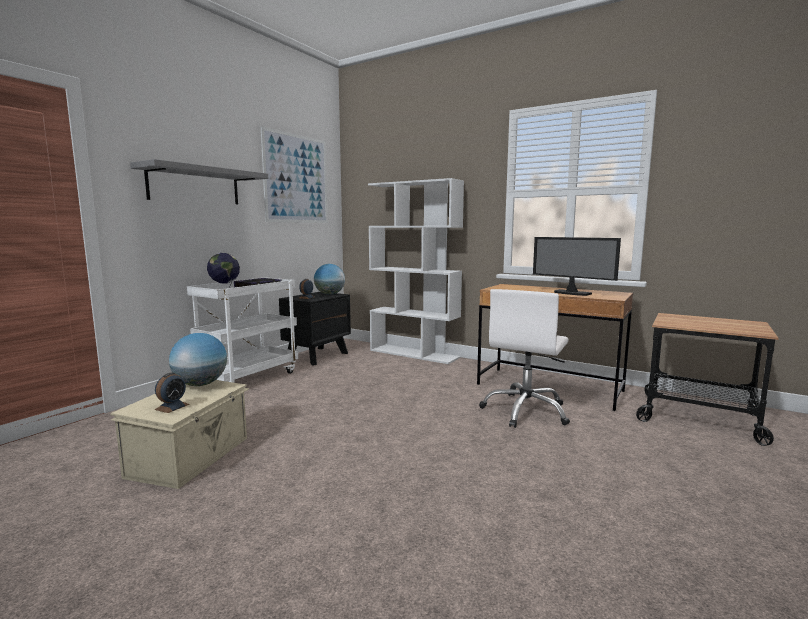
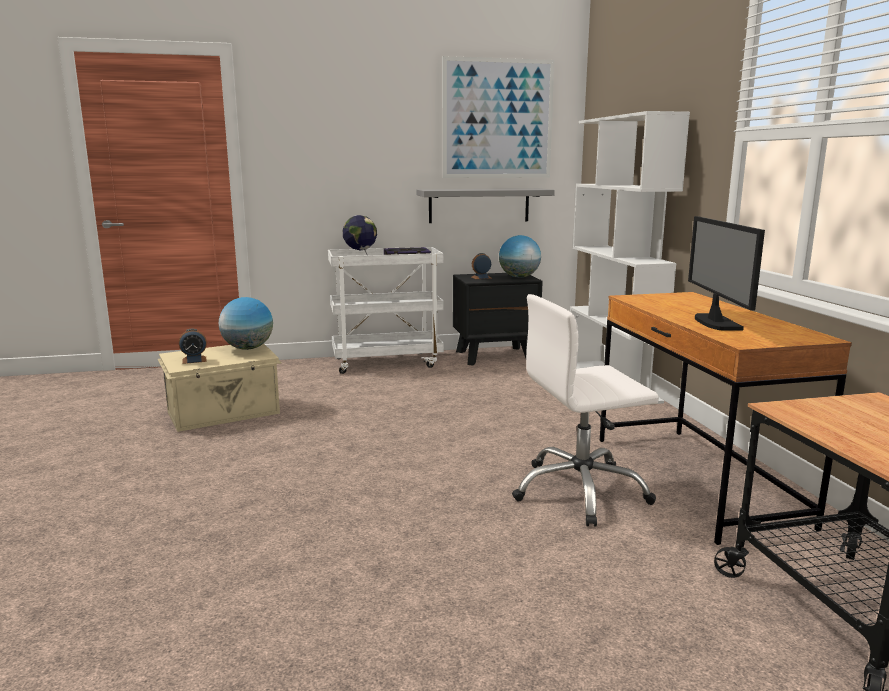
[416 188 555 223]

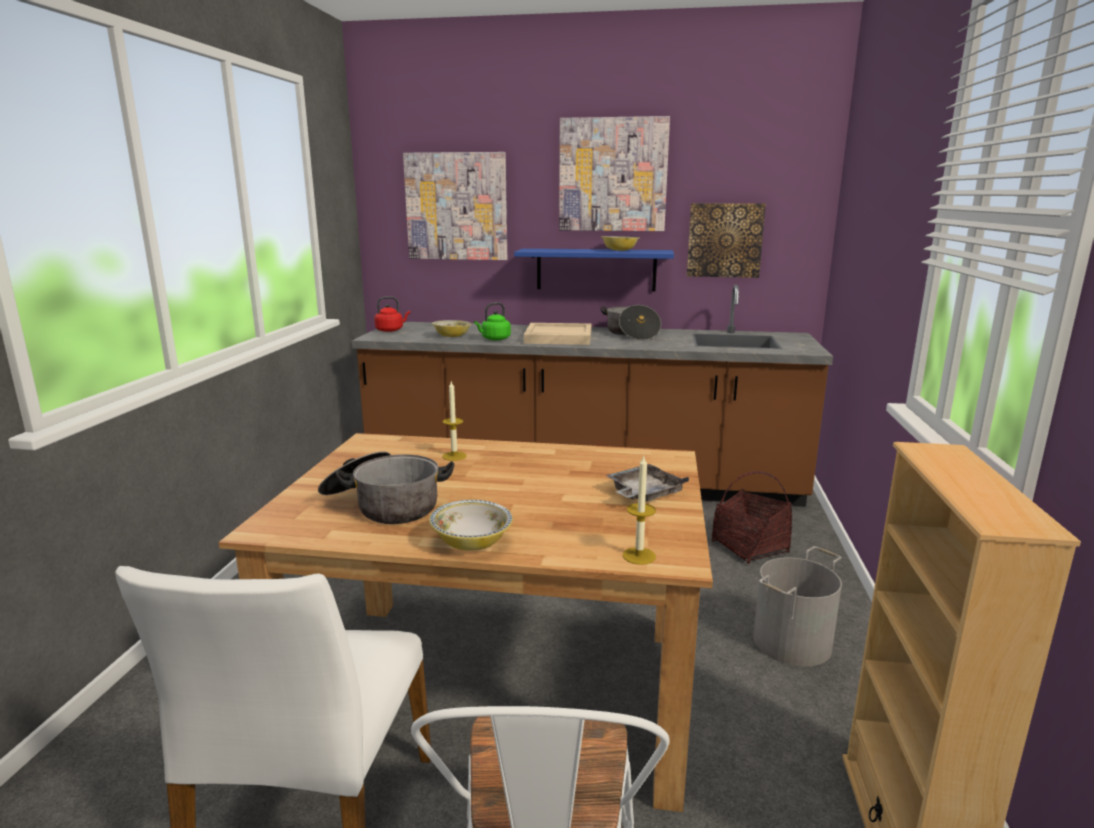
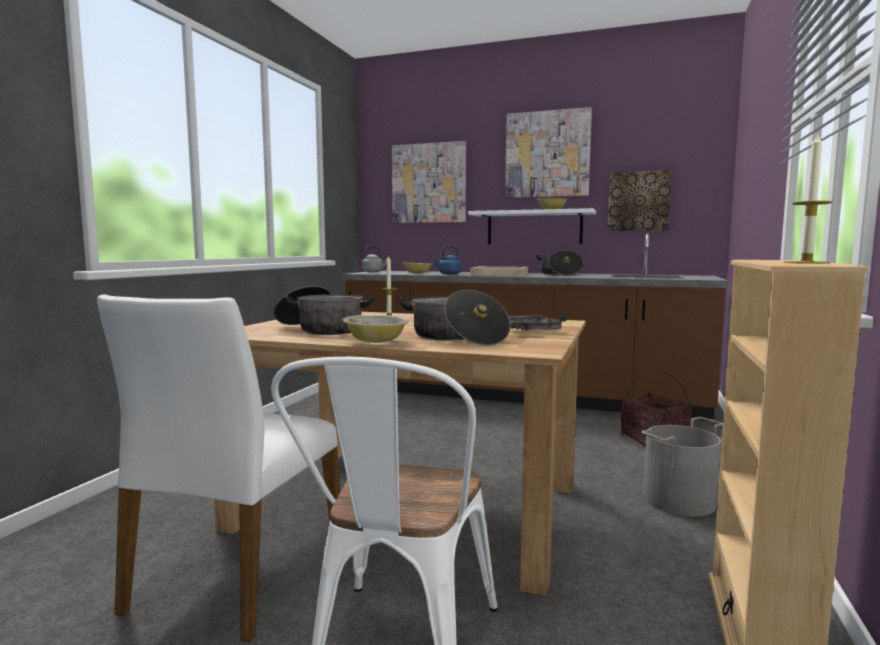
[468 208 596 244]
[362 246 388 272]
[433 246 462 275]
[784 134 832 264]
[399 290 511 346]

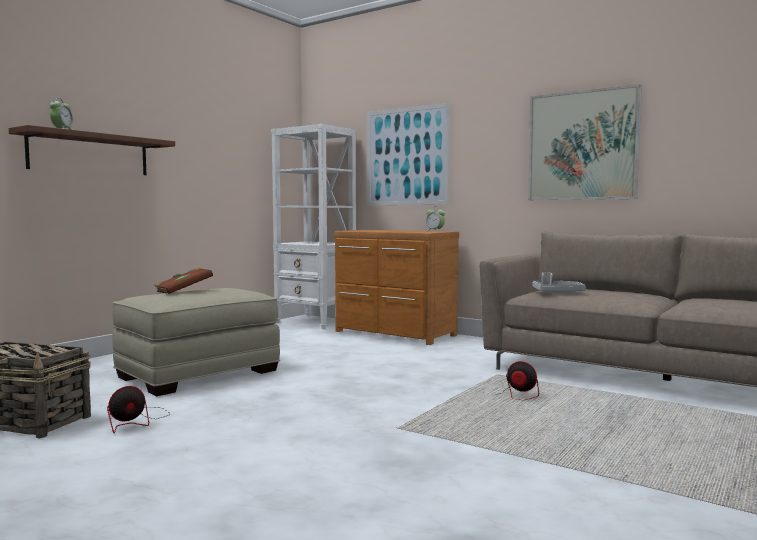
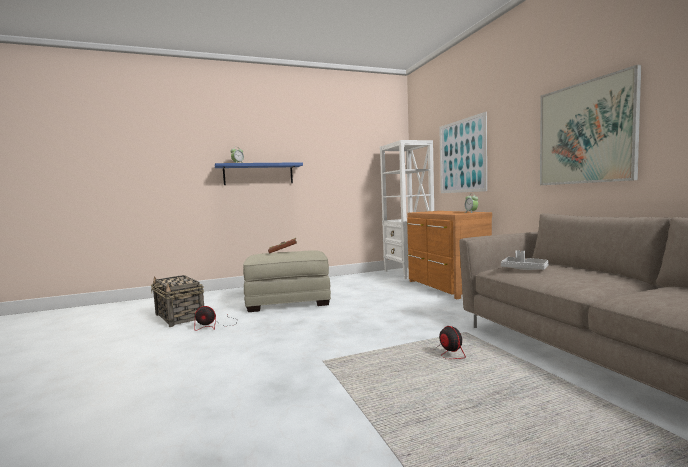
[215 162 303 185]

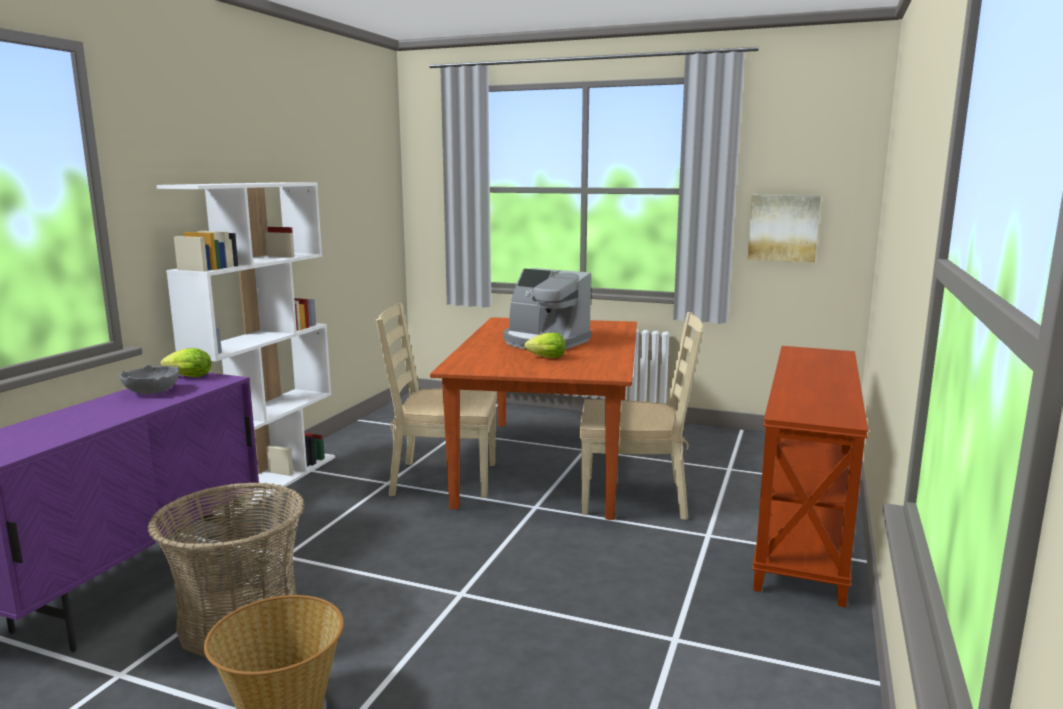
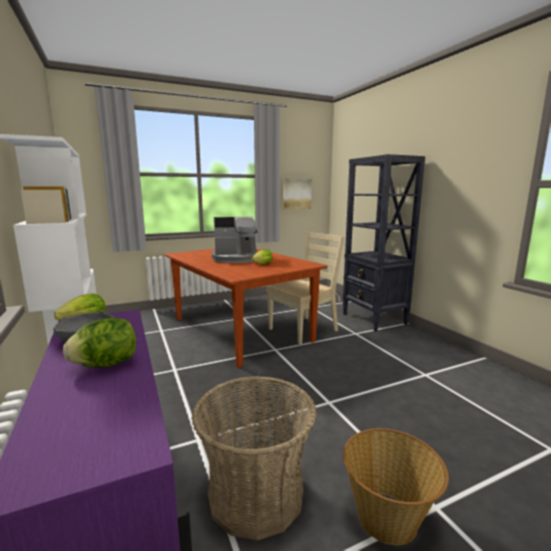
[376 303 497 498] (first image)
[343 154 425 331]
[63 318 136 368]

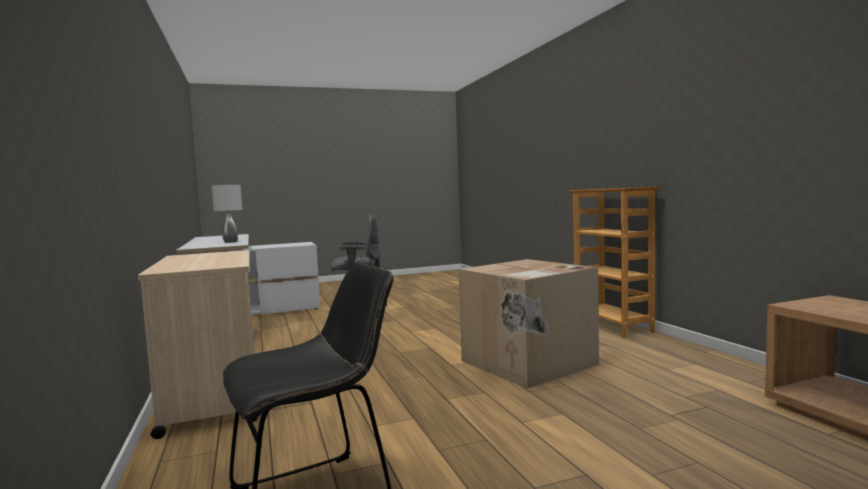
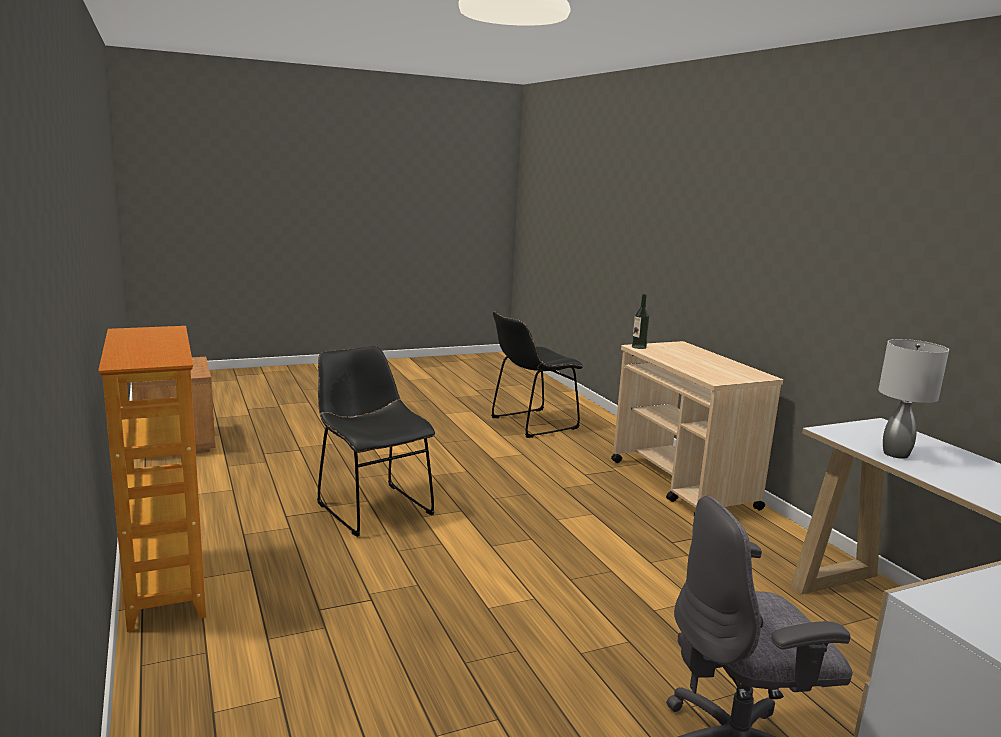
[317 346 435 537]
[632 294 650 349]

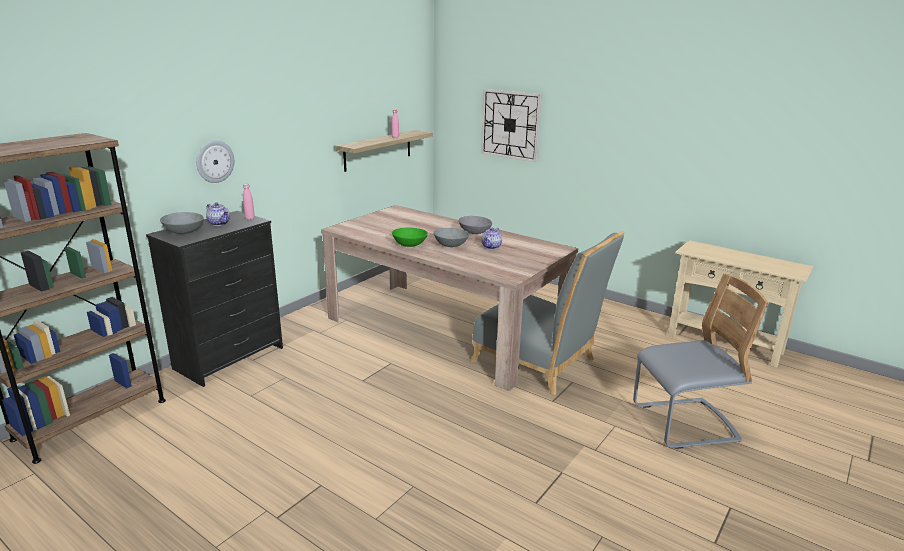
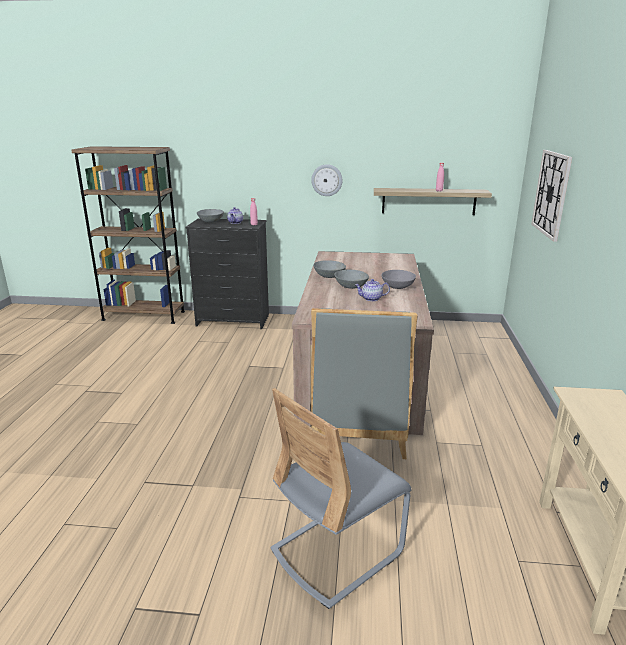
[311 164 343 196]
[313 260 346 278]
[271 388 411 609]

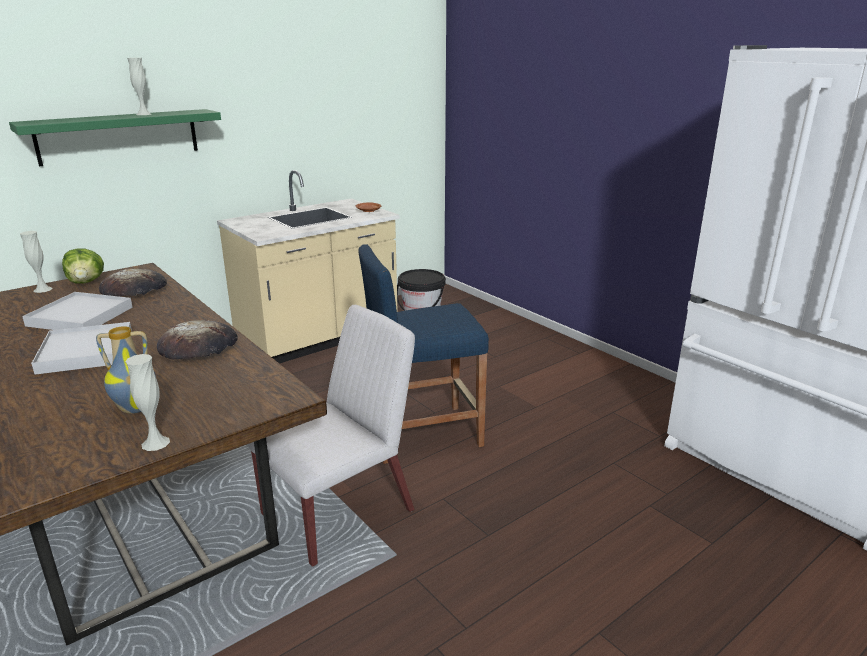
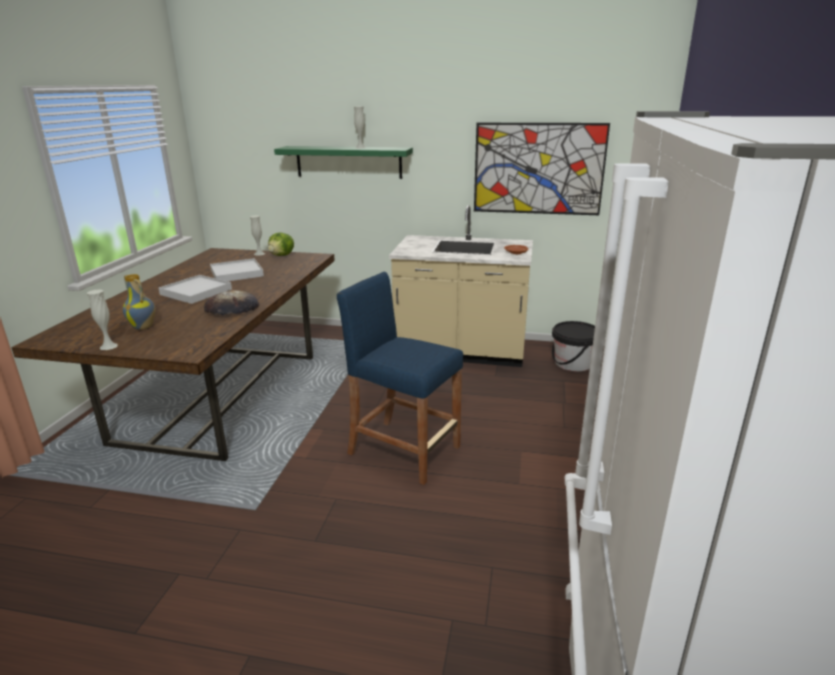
[99 269 167 297] (first image)
[247 305 415 567] (first image)
[474 123 610 215]

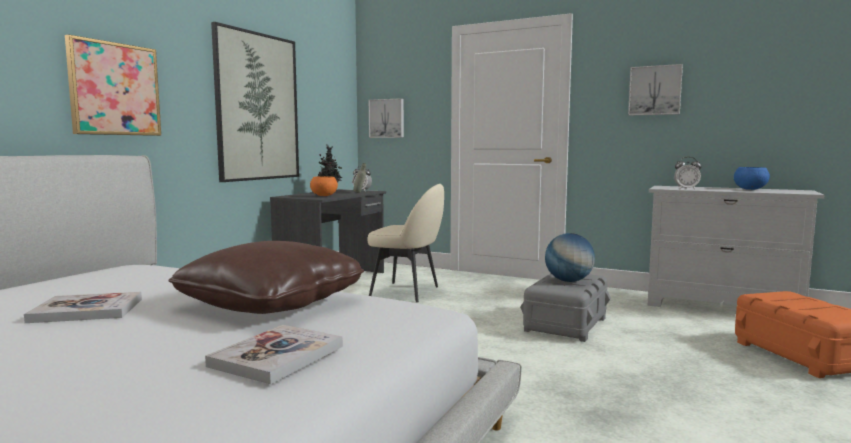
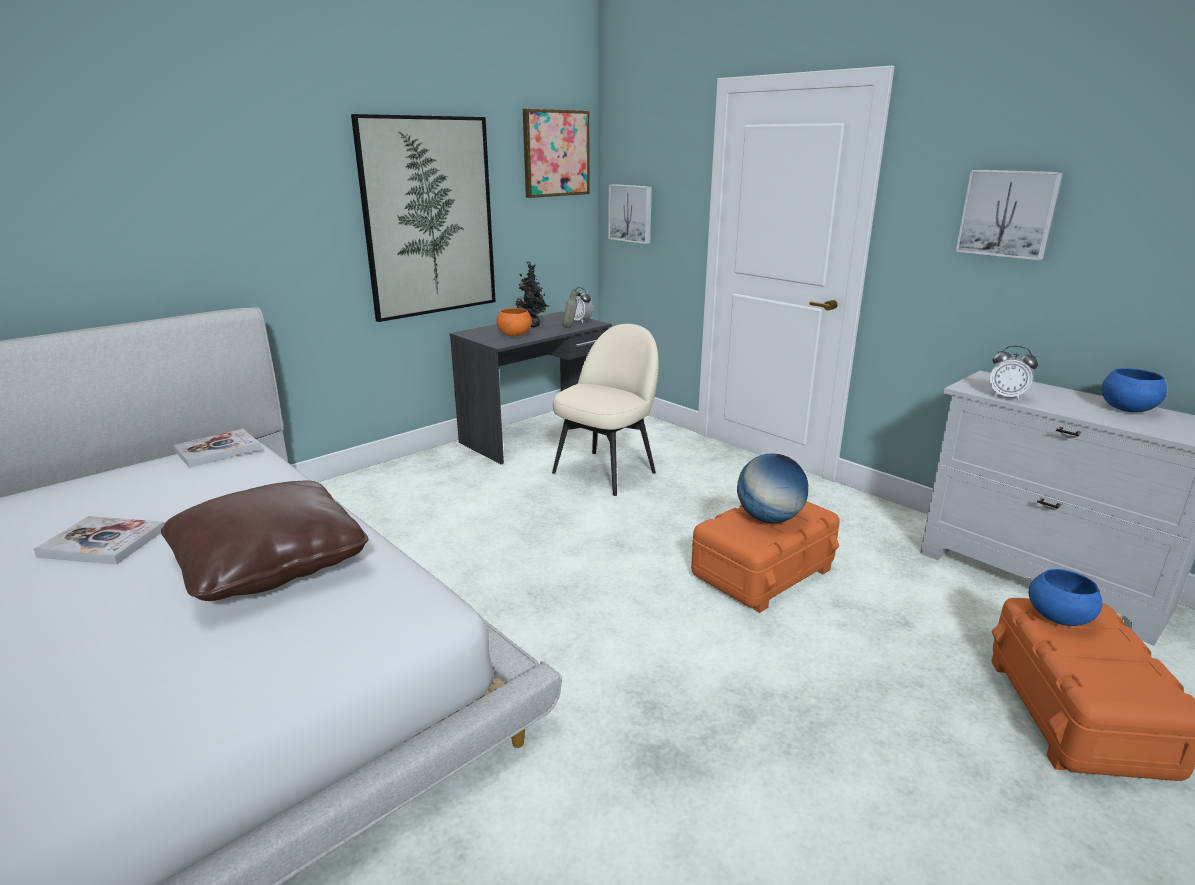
[523 109 590 198]
[552 324 659 496]
[691 501 840 613]
[173 429 261 468]
[1029 569 1102 626]

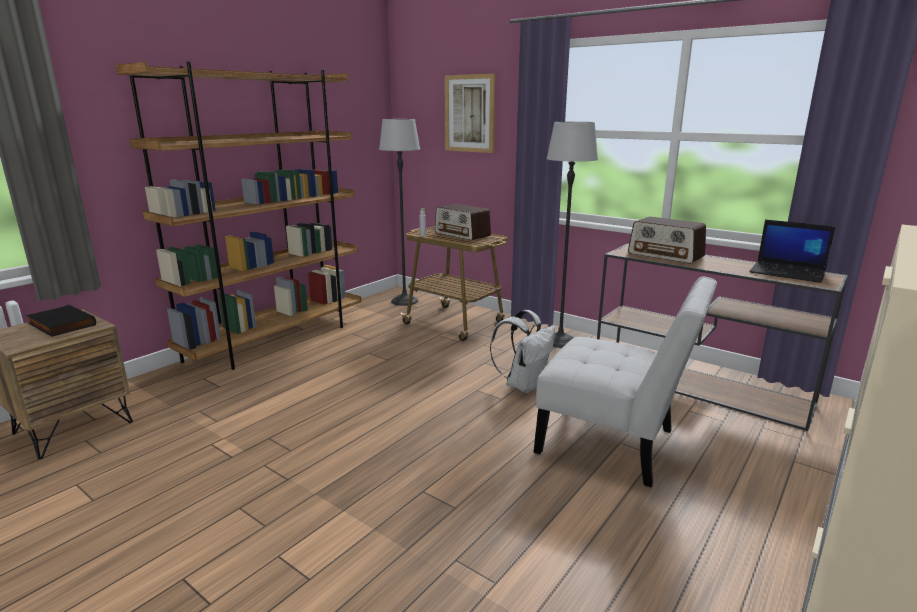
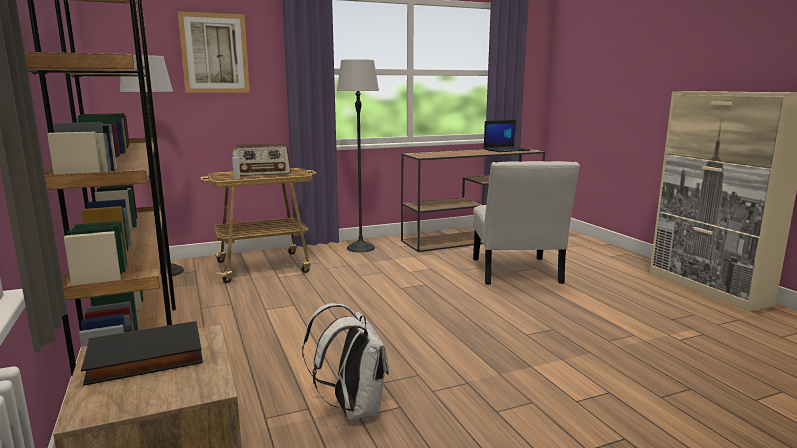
[628 217 706 264] (first image)
[473 161 580 285]
[302 303 389 420]

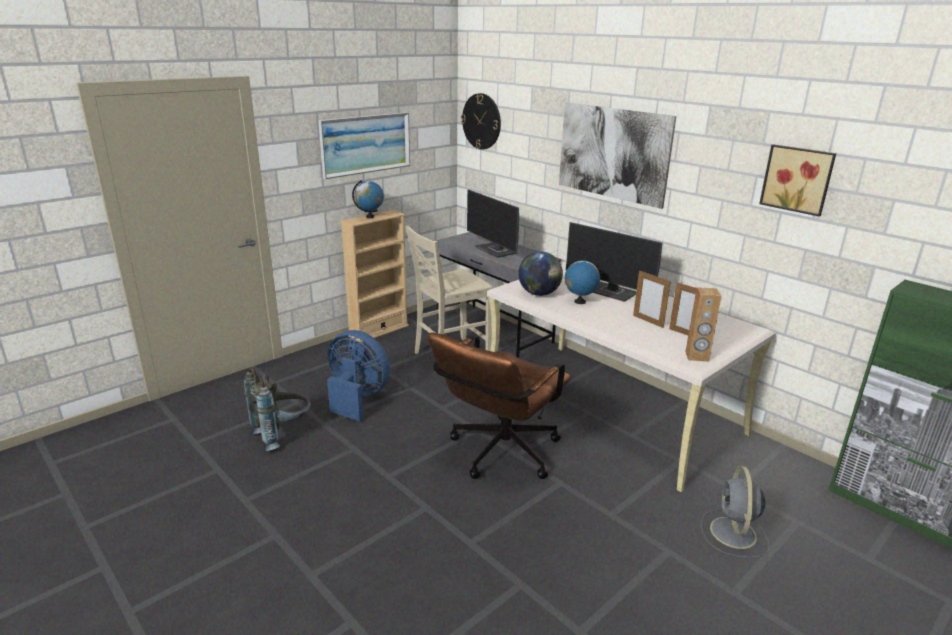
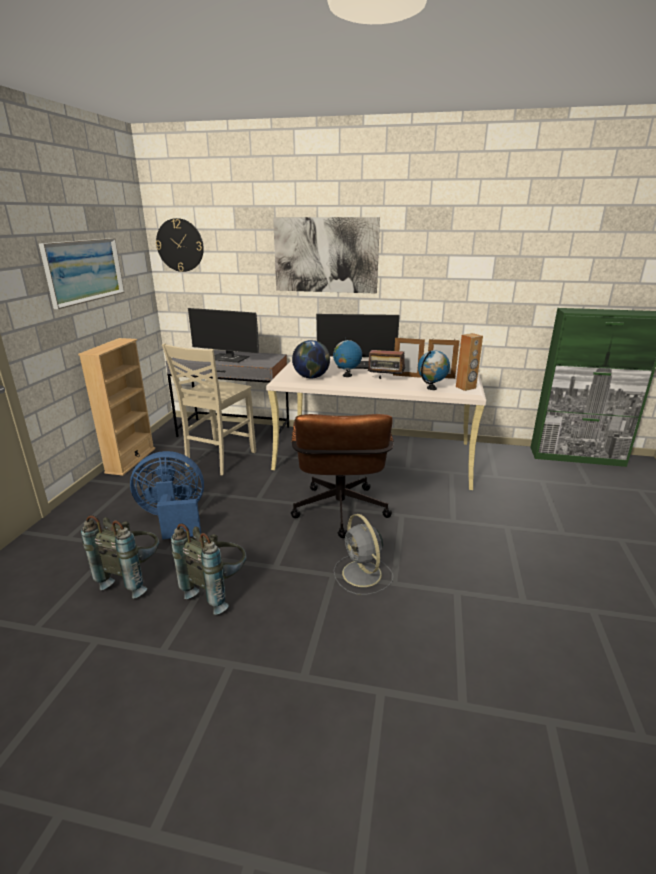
[759 144 836 216] (first image)
[418 350 450 390]
[334 514 393 595]
[368 350 405 379]
[171 523 247 615]

